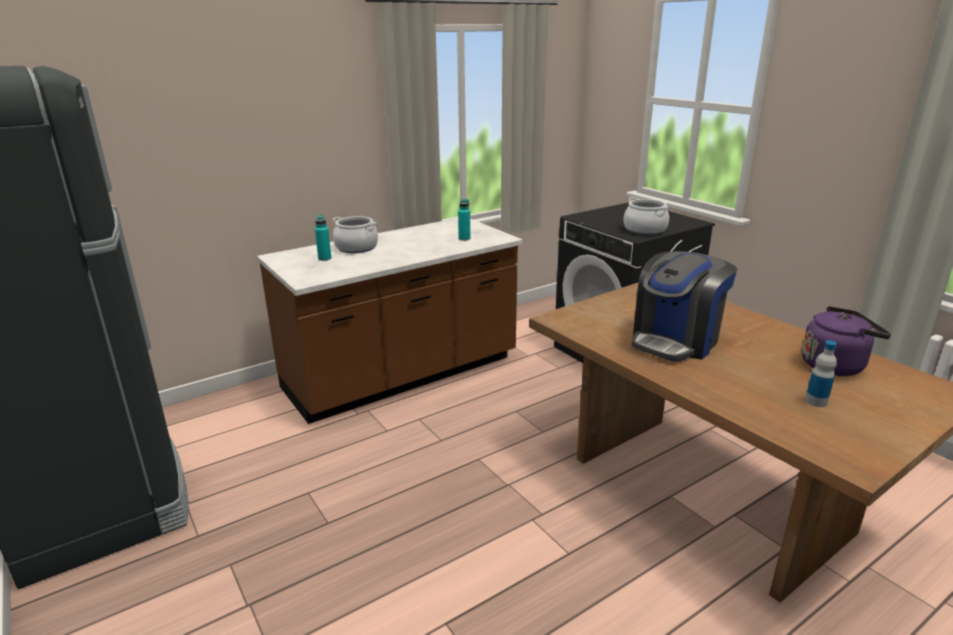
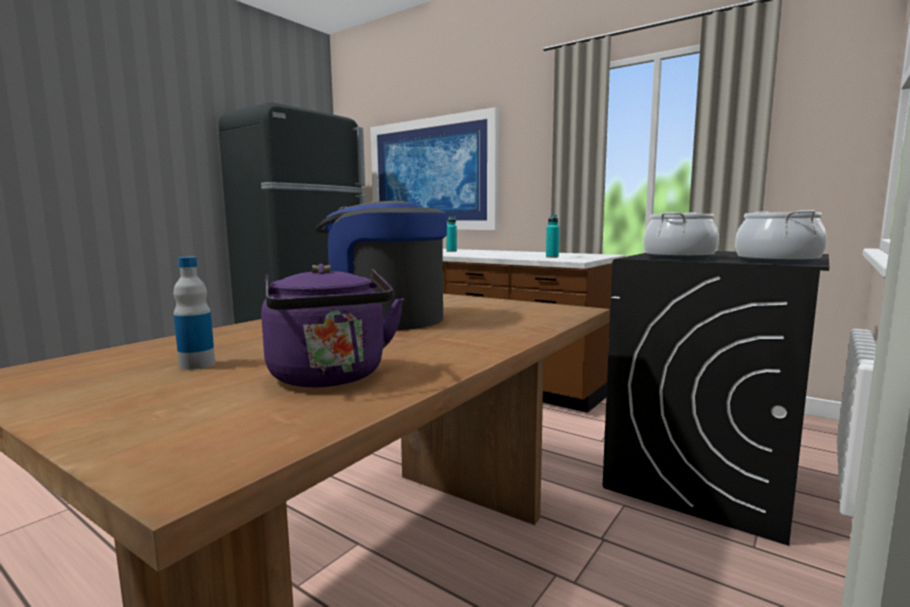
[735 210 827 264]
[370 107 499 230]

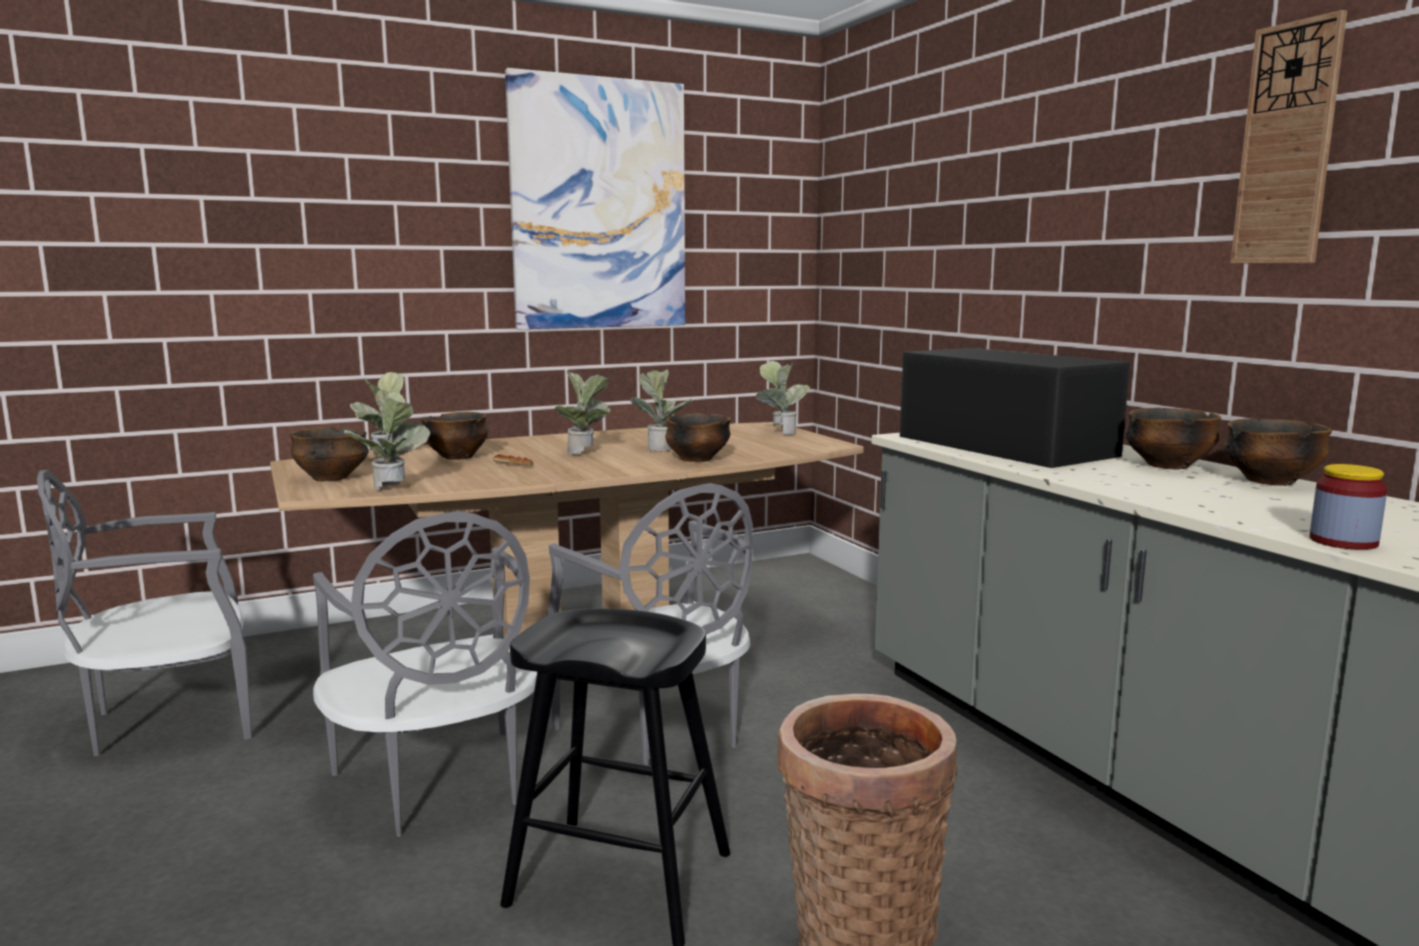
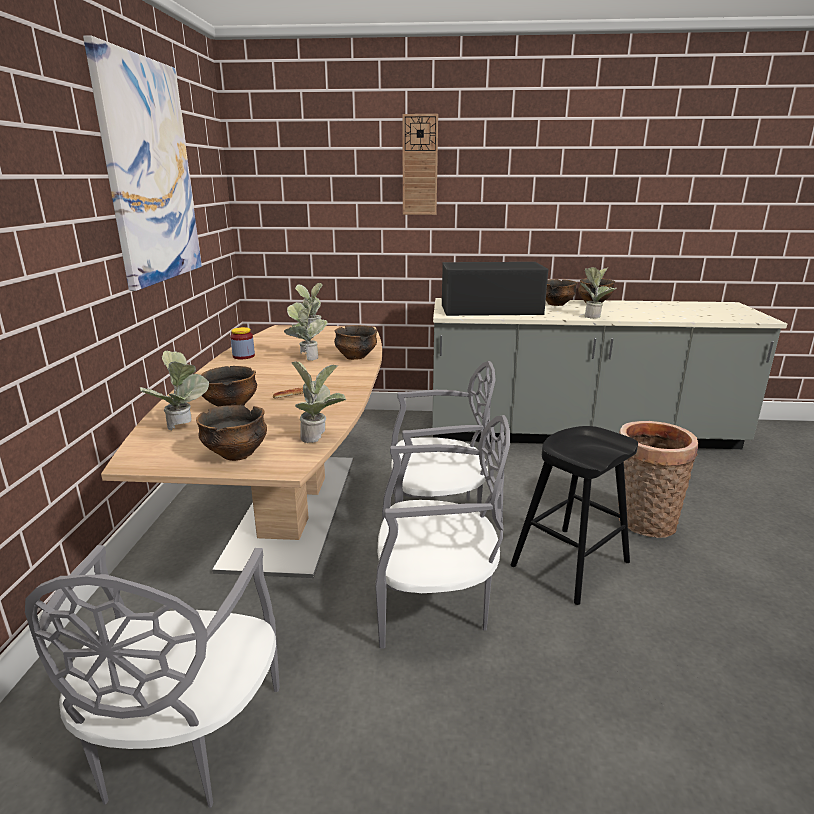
[402 114 438 215]
[580 267 616 319]
[230 327 255 359]

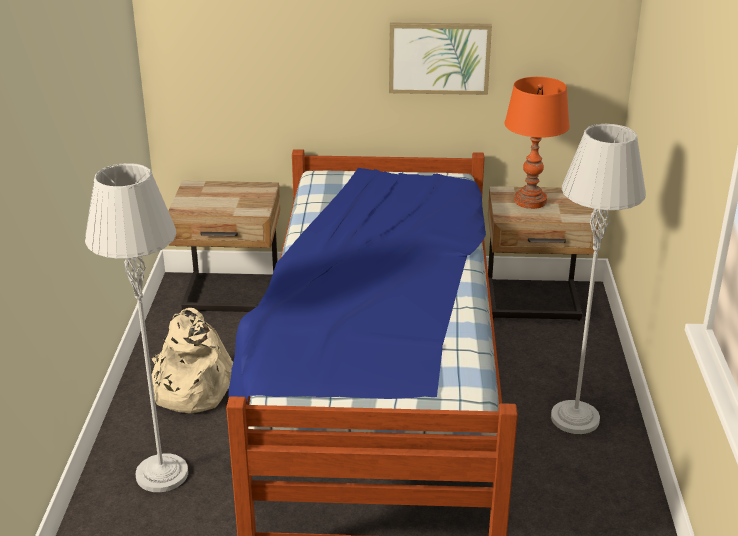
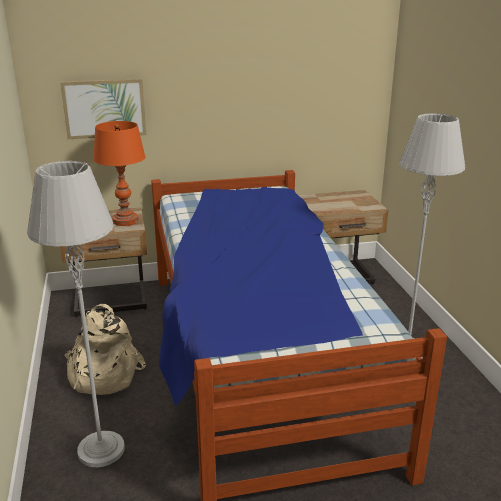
[60 79 146 139]
[93 121 145 226]

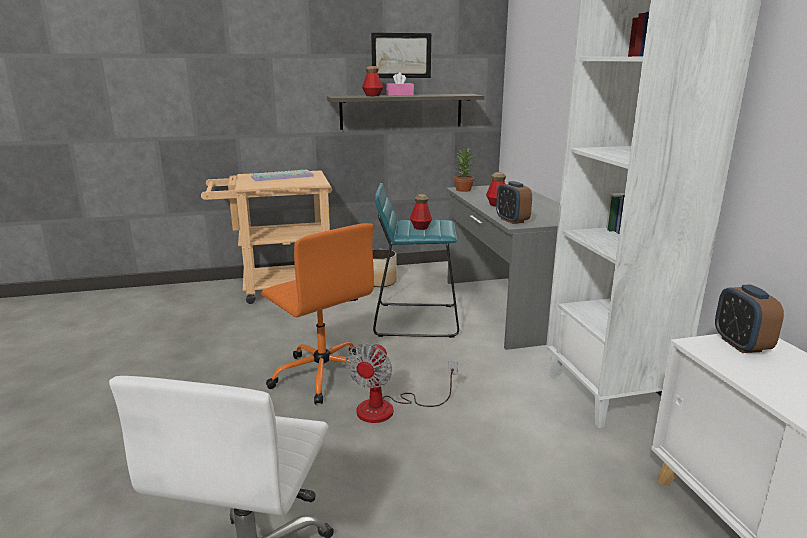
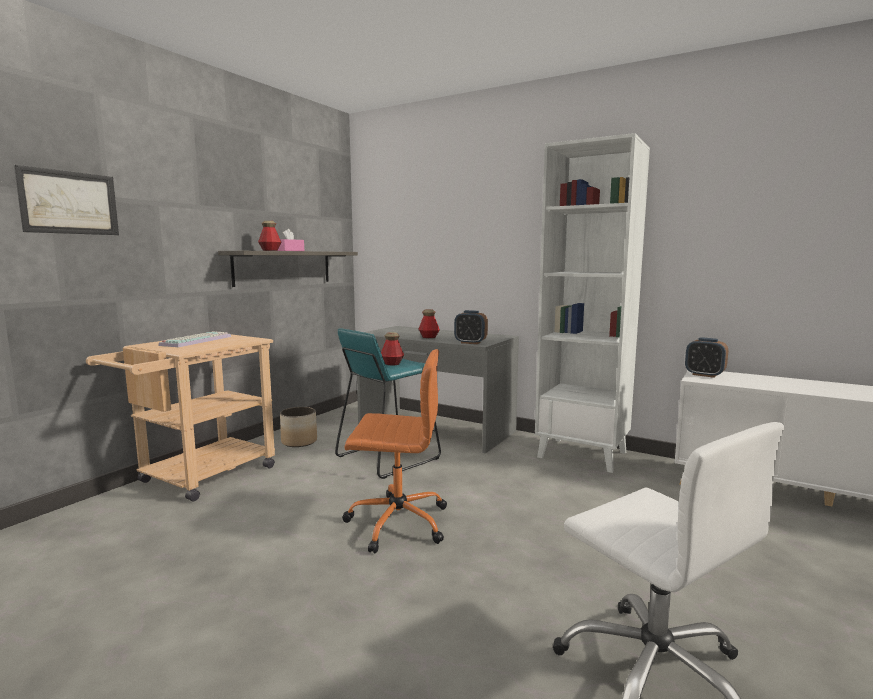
[14 165 119 235]
[453 147 475 192] (first image)
[345 343 458 423] (first image)

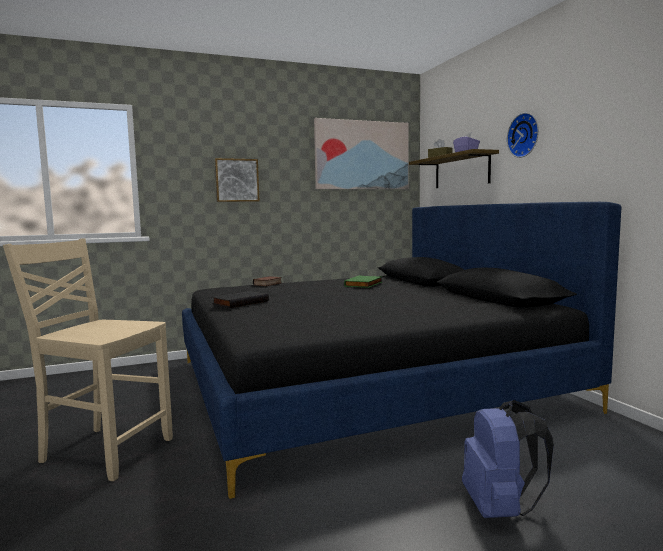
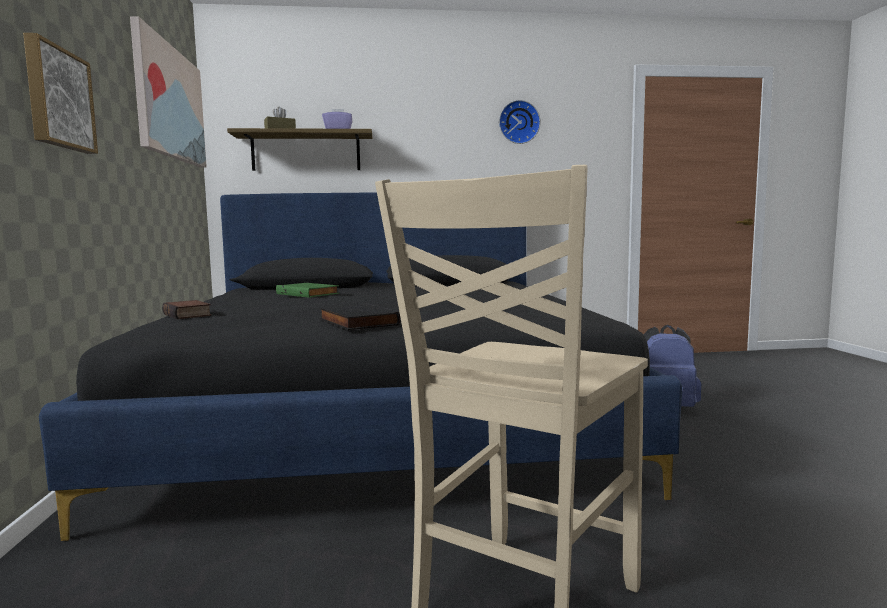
[499 100 541 144]

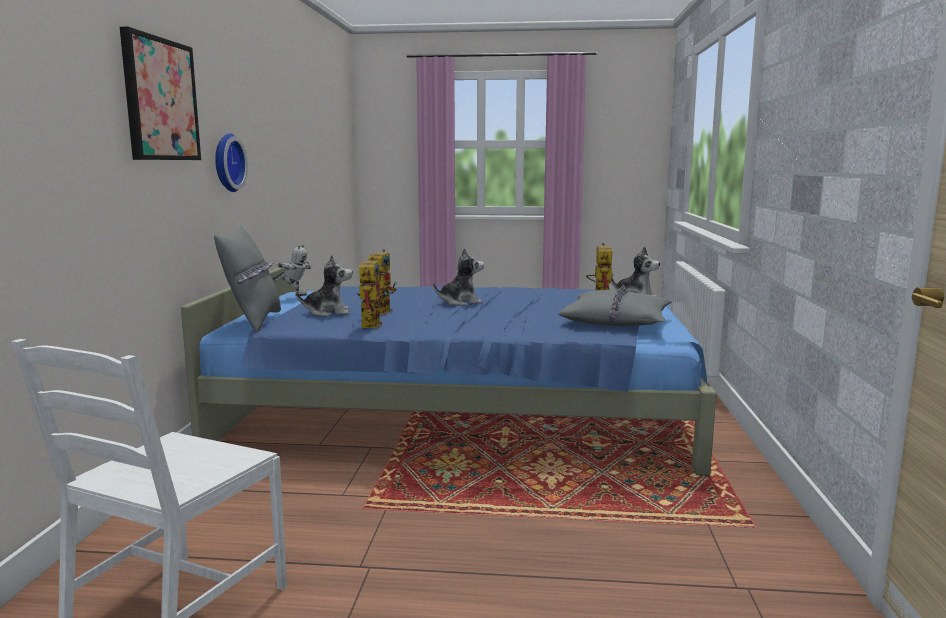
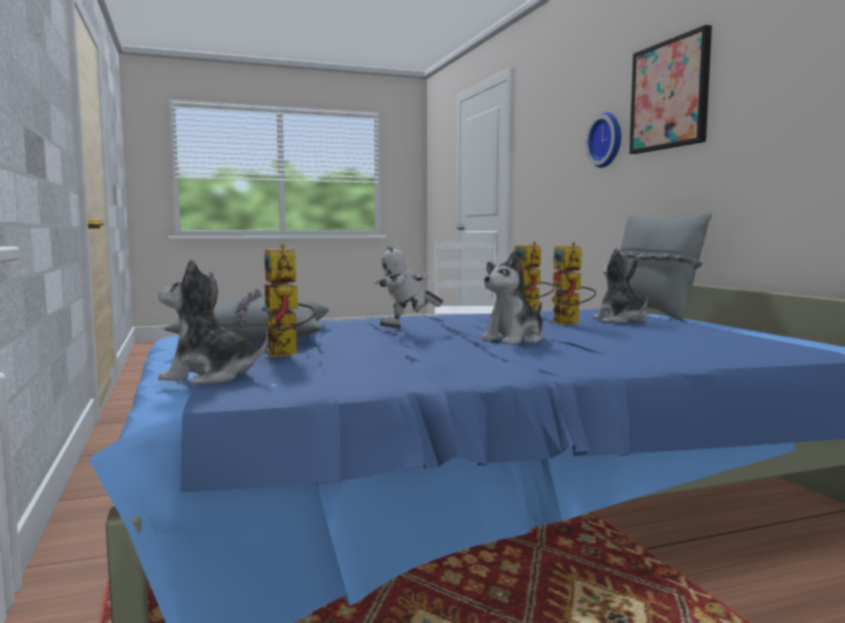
[585 112 621 168]
[375 245 443 328]
[593 248 648 324]

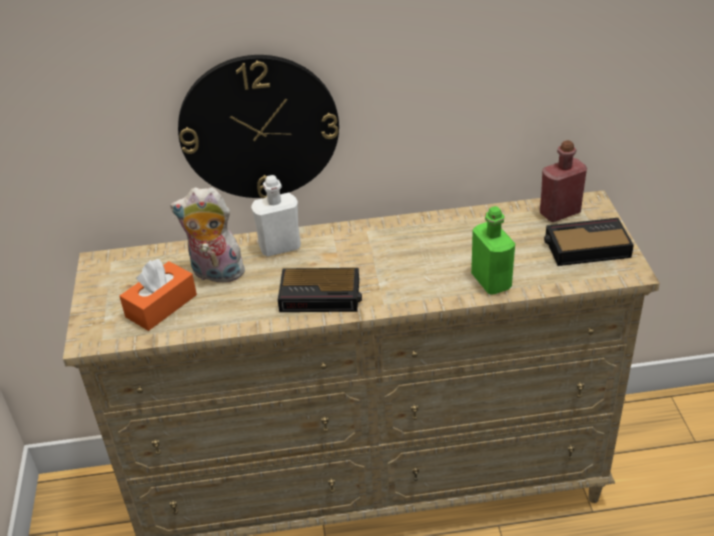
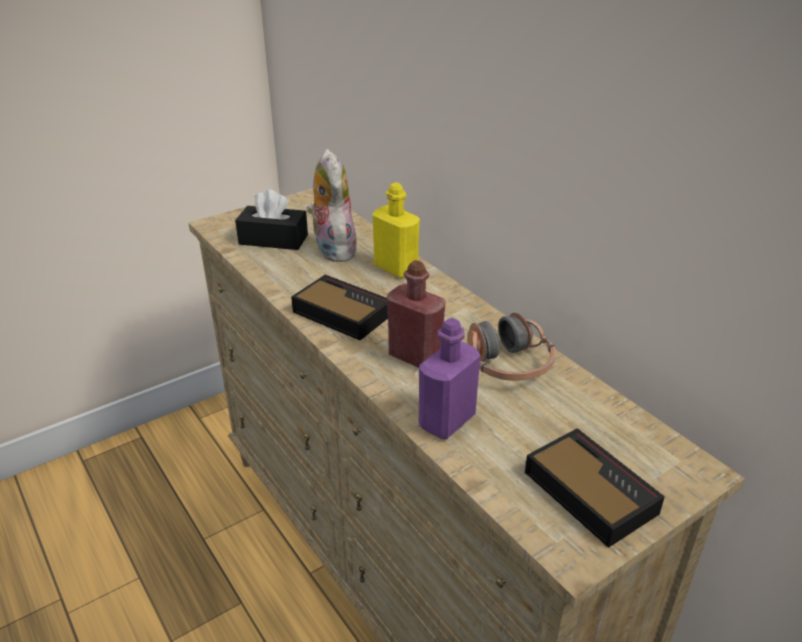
[178 55 339 198] (first image)
[387 260 446 368]
[373 182 420 278]
[419 318 480 439]
[235 189 308 250]
[291 275 388 340]
[467 313 556 381]

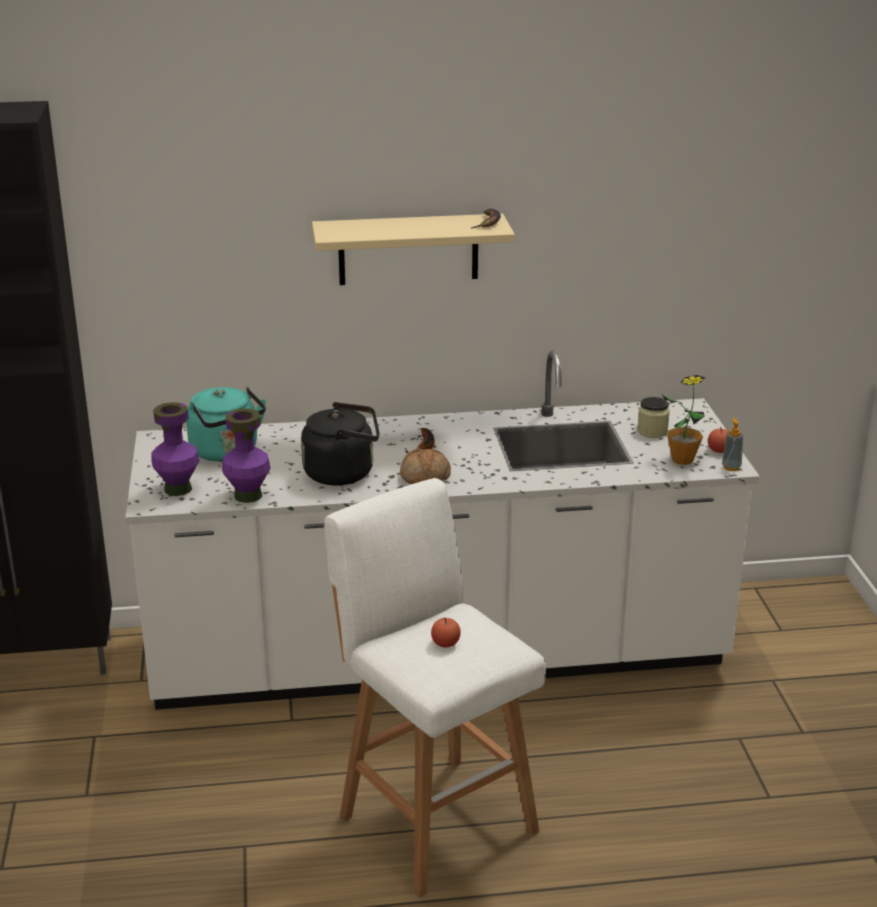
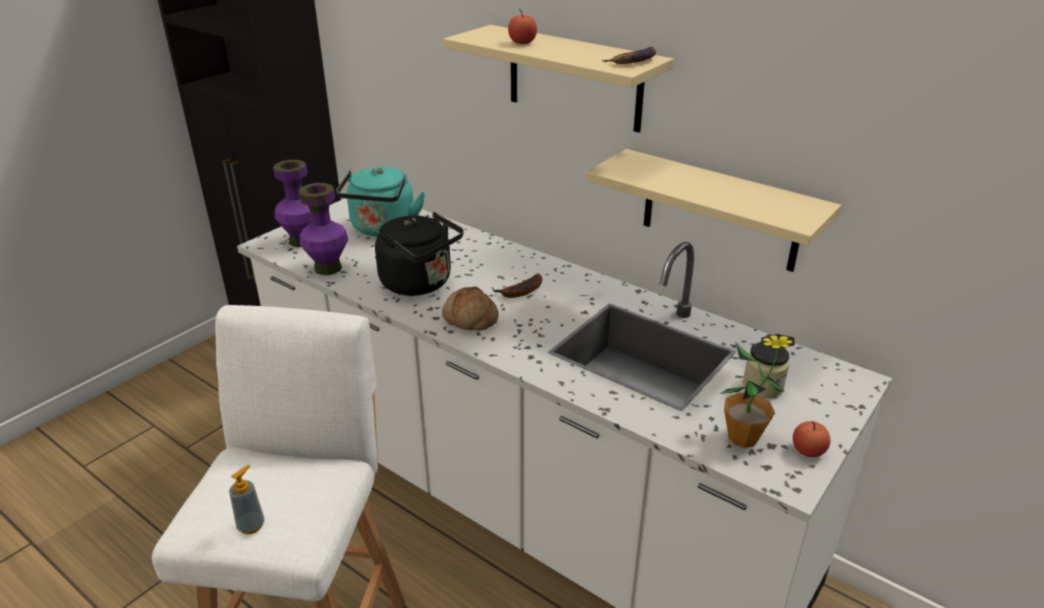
[229 465 265 534]
[508 9 537 44]
[585 149 841 272]

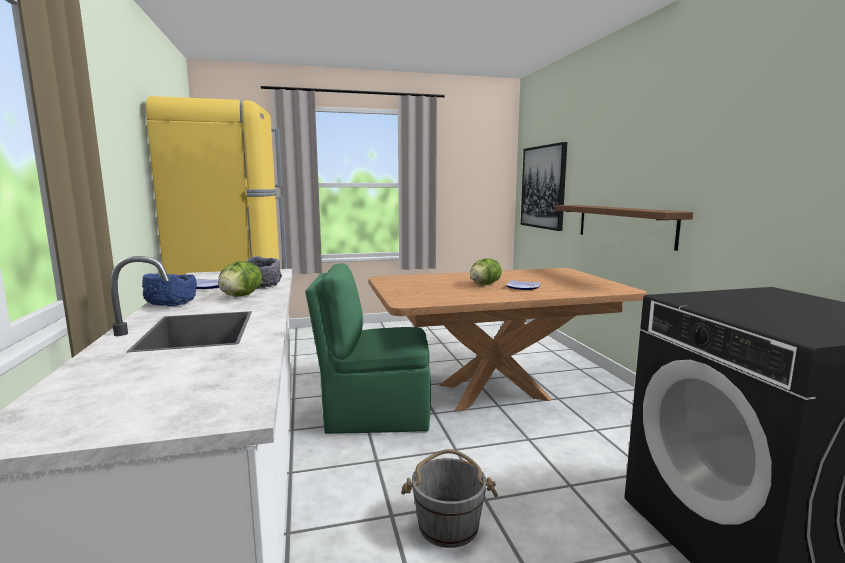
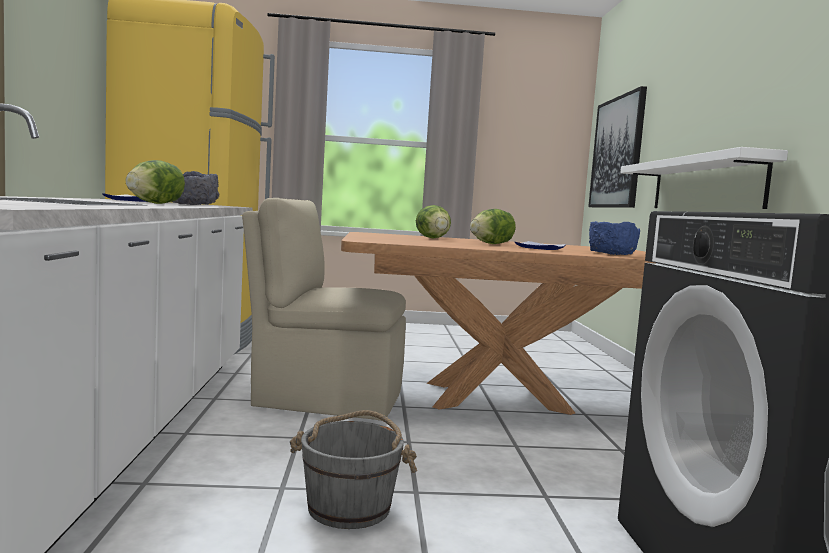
[621 147 788 209]
[242 198 406 421]
[589 221 640 255]
[416 205 451 238]

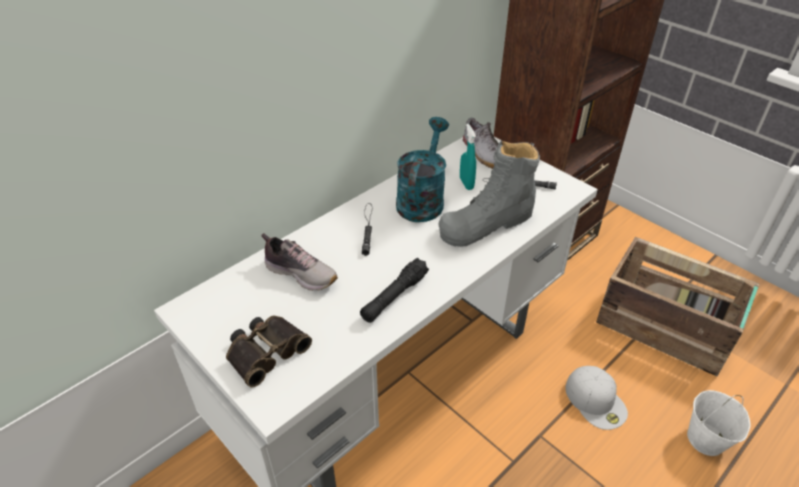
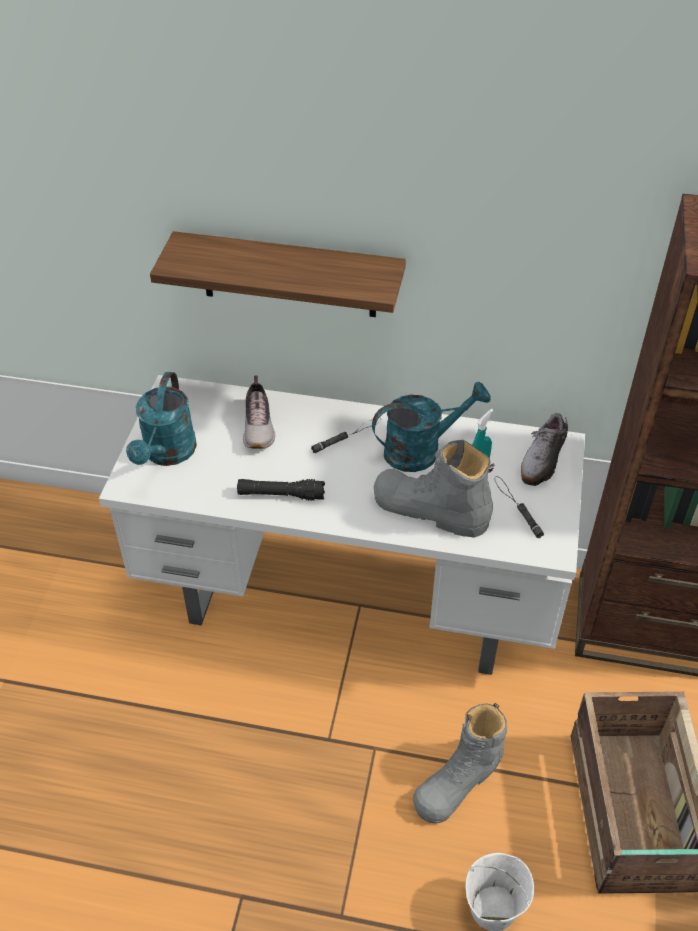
[126 372 197 466]
[413 703 507 824]
[150 231 406 317]

